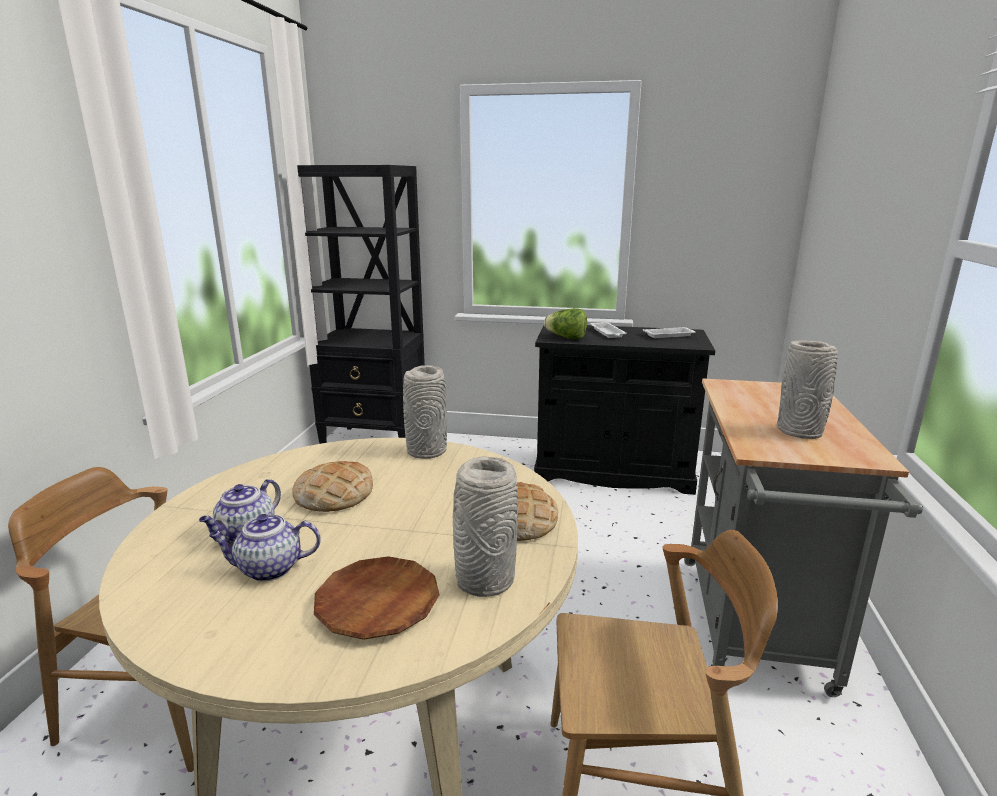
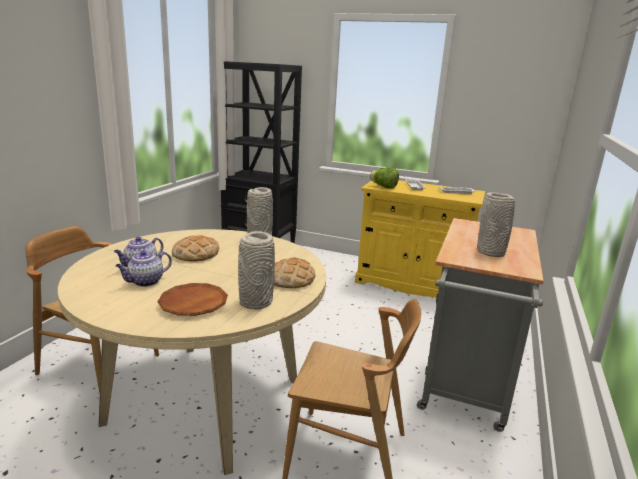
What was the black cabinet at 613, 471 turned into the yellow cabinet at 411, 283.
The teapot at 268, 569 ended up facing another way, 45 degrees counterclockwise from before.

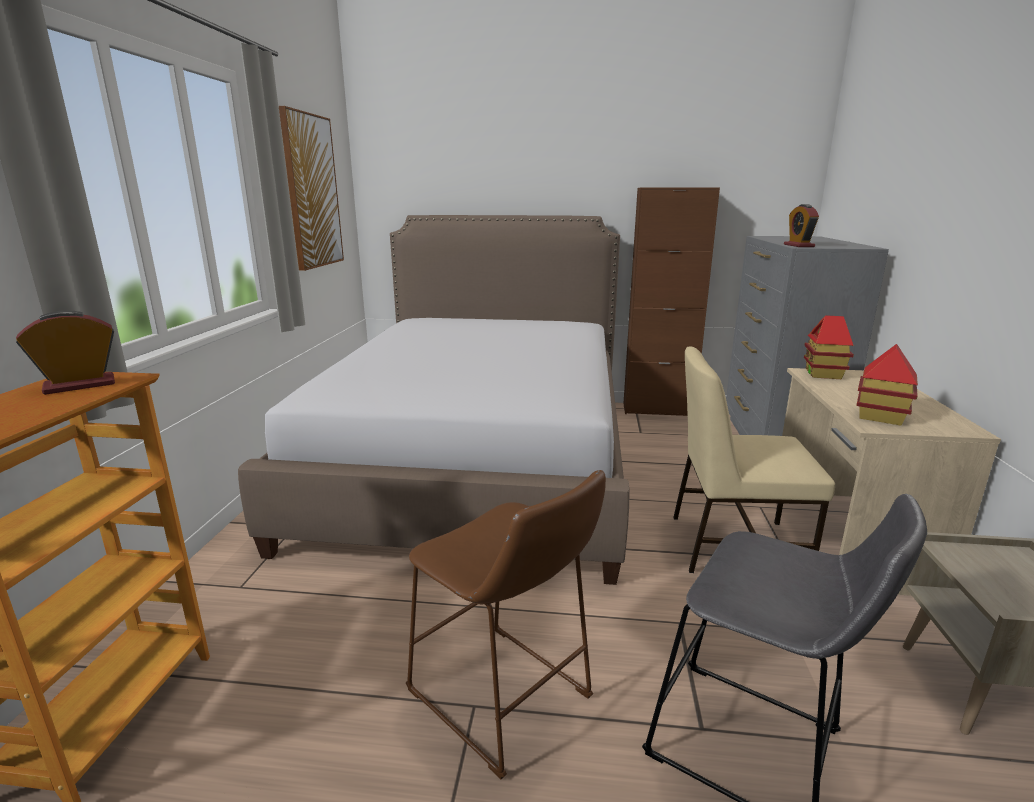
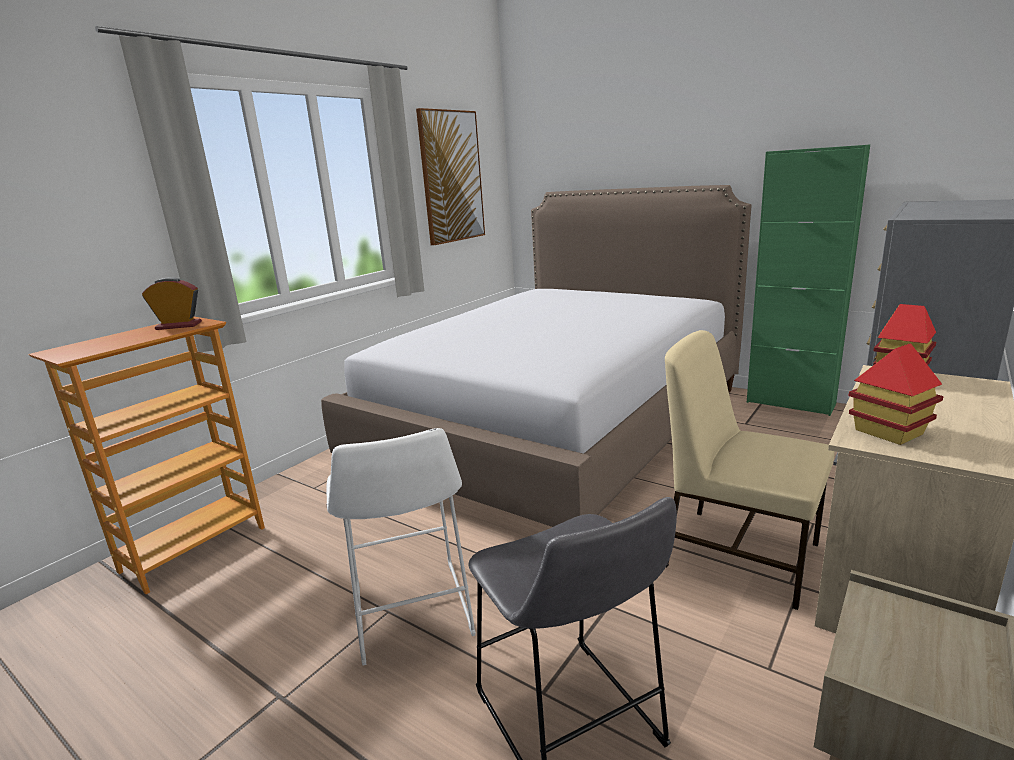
The second view lost the alarm clock at 798, 245.
What was the brown stool at 504, 700 turned into the white stool at 411, 615.
What was the brown cabinet at 658, 410 turned into the green cabinet at 790, 403.

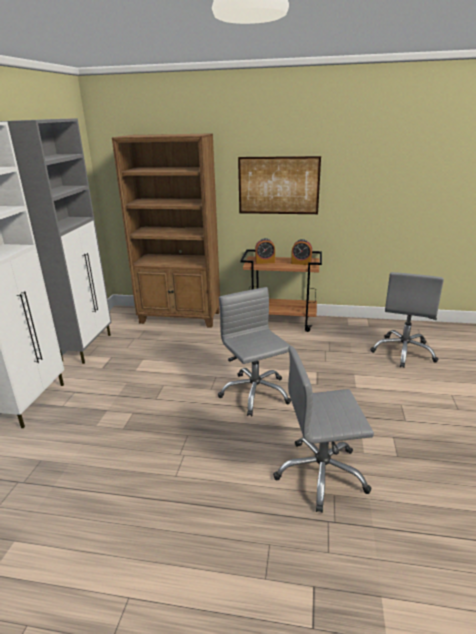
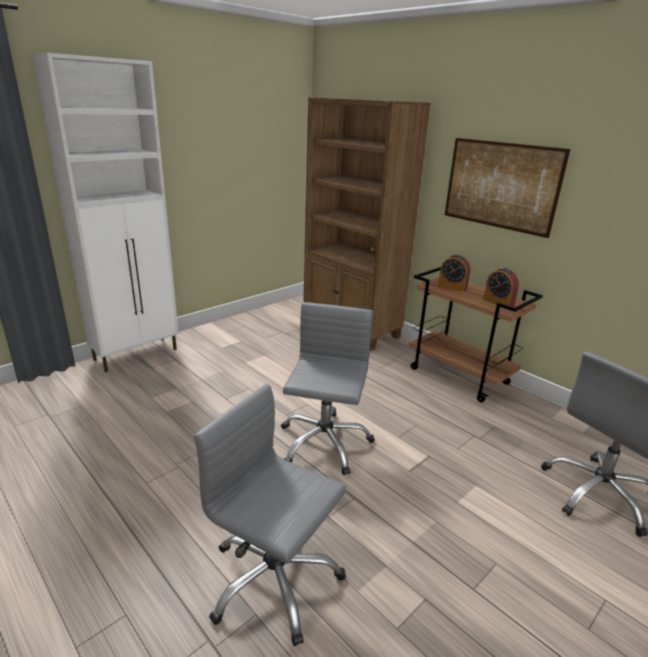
The second view lost the grey cabinet at 87, 347.

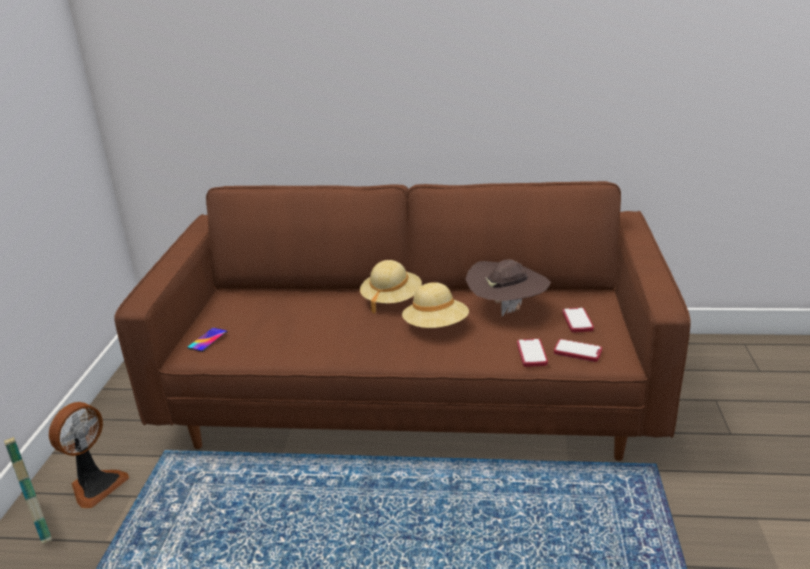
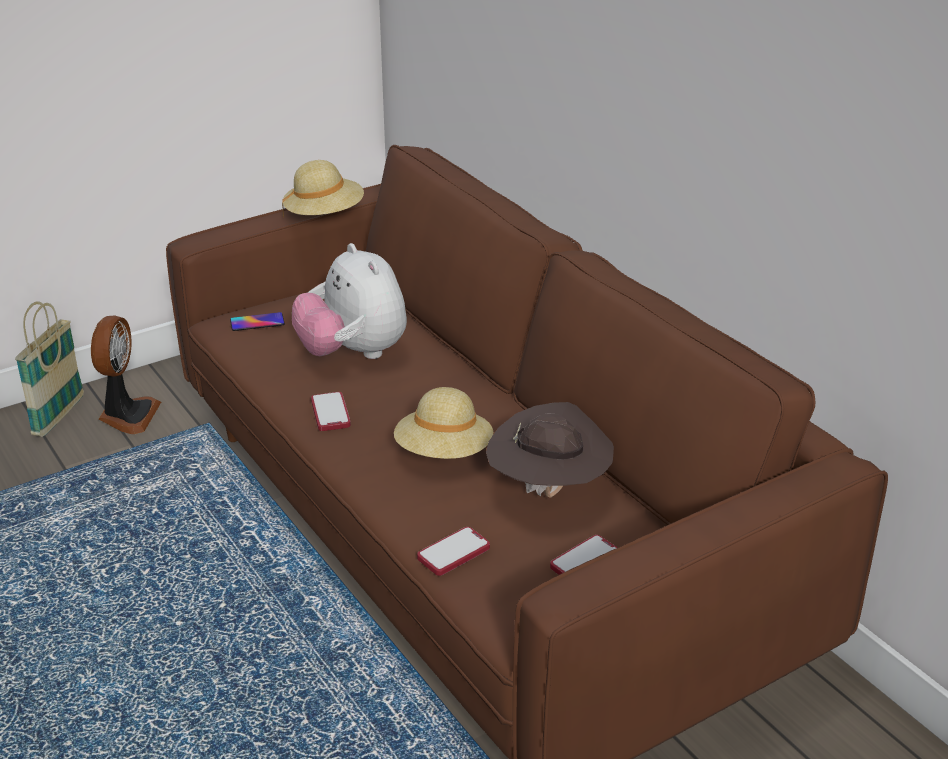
The second view gained the plush toy at 353, 353.
The beige hat ended up elsewhere, having gone from 391, 300 to 324, 215.
The phone ended up elsewhere, having gone from 577, 352 to 330, 413.
The fan at 95, 485 ended up facing another way, 75 degrees counterclockwise from before.

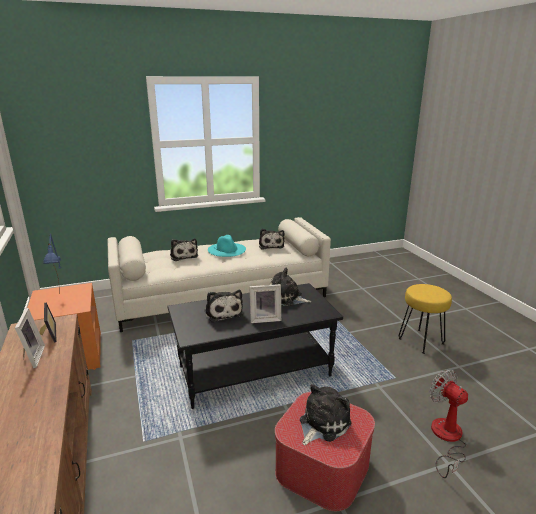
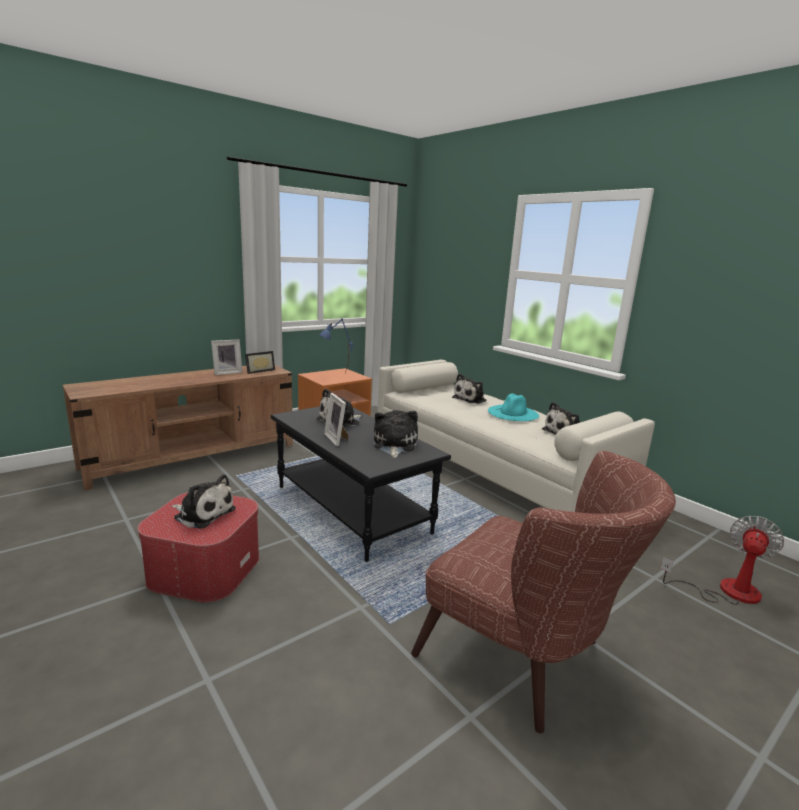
The fan ended up elsewhere, having gone from 446, 439 to 726, 591.
Where the yellow stool stood at 421, 341, the brown armchair came to stand at 525, 659.

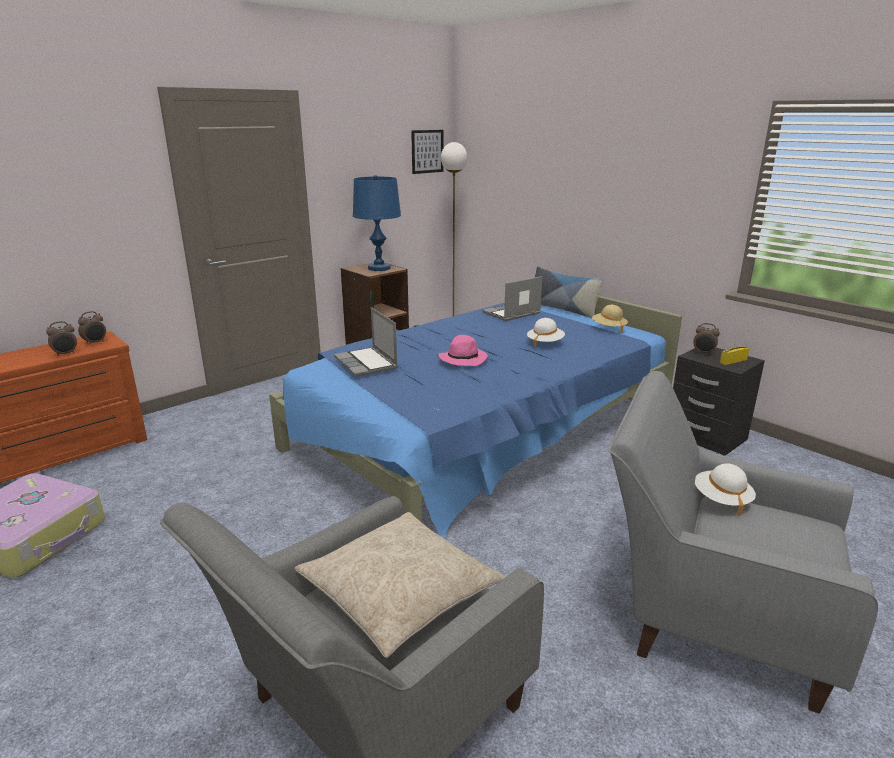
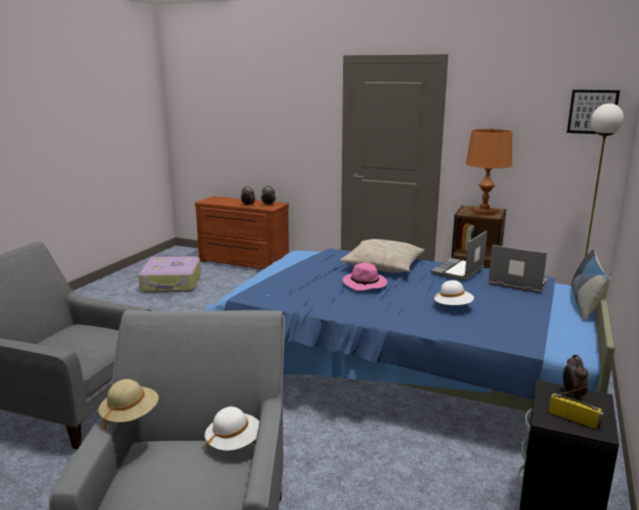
The beige pillow ended up elsewhere, having gone from 399, 592 to 383, 265.
The laptop ended up elsewhere, having gone from 367, 363 to 458, 271.
The beige hat ended up elsewhere, having gone from 608, 328 to 130, 416.
What was the blue table lamp at 379, 268 turned into the orange table lamp at 484, 212.

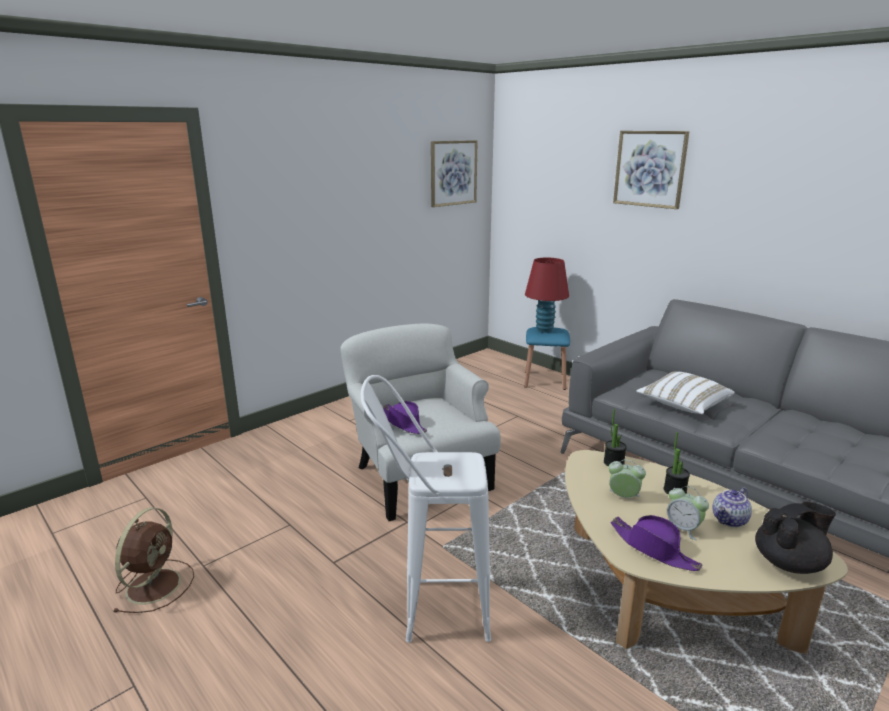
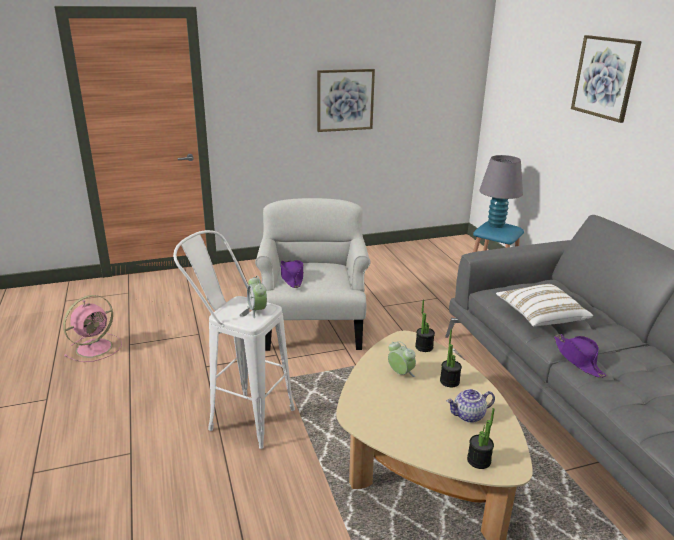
The picture ended up elsewhere, having gone from 453, 173 to 345, 100.
The purple hat ended up elsewhere, having gone from 654, 549 to 578, 359.
The alarm clock ended up elsewhere, having gone from 683, 529 to 257, 311.
Where the black teapot stood at 789, 563, the potted plant came to stand at 478, 460.
What was the brown fan at 155, 584 turned into the pink fan at 96, 347.
What was the red table lamp at 544, 330 turned into the grey table lamp at 496, 225.

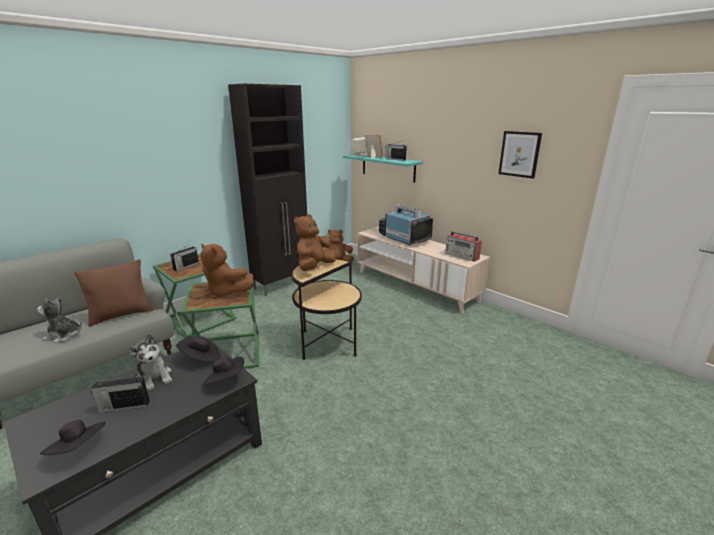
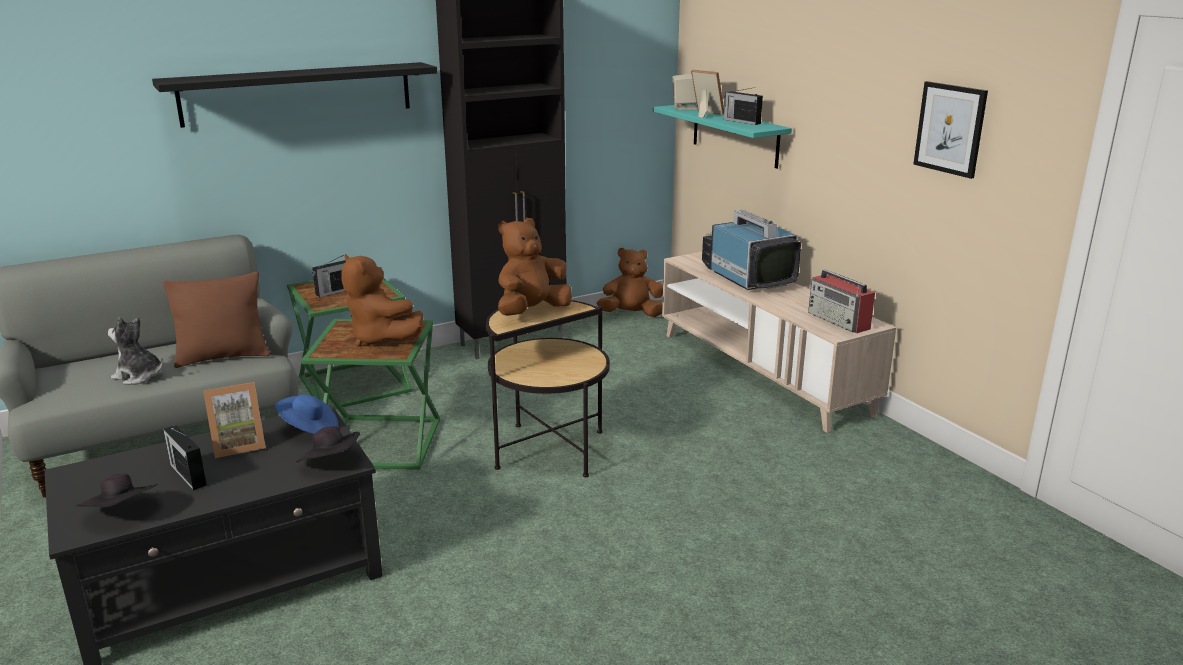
The second view gained the black shelf at 298, 93.
Where the plush toy stood at 154, 377, the picture frame came to stand at 238, 445.
What was the black hat at 201, 358 turned into the blue hat at 309, 429.
The radio at 123, 406 ended up facing another way, 45 degrees clockwise from before.

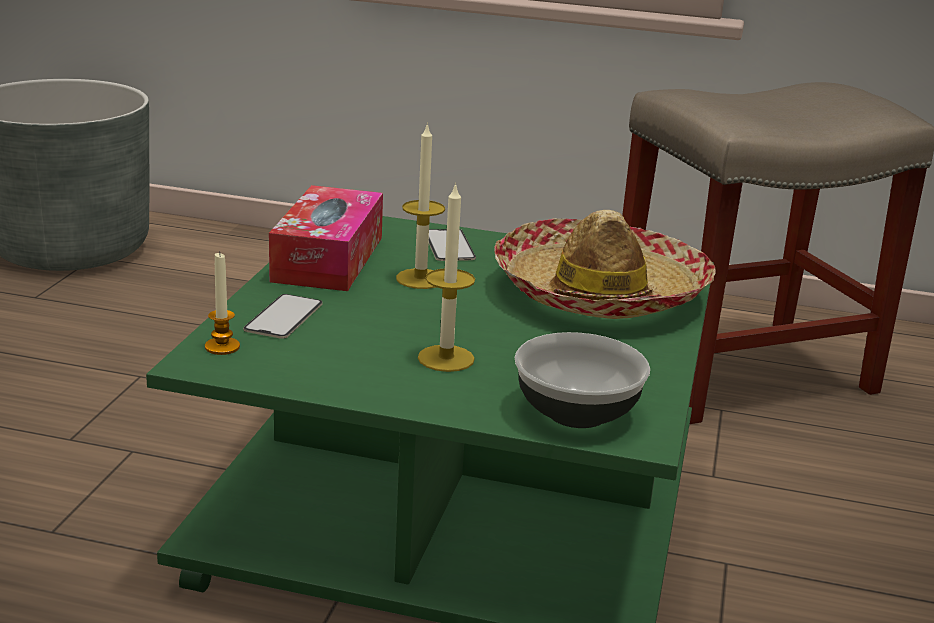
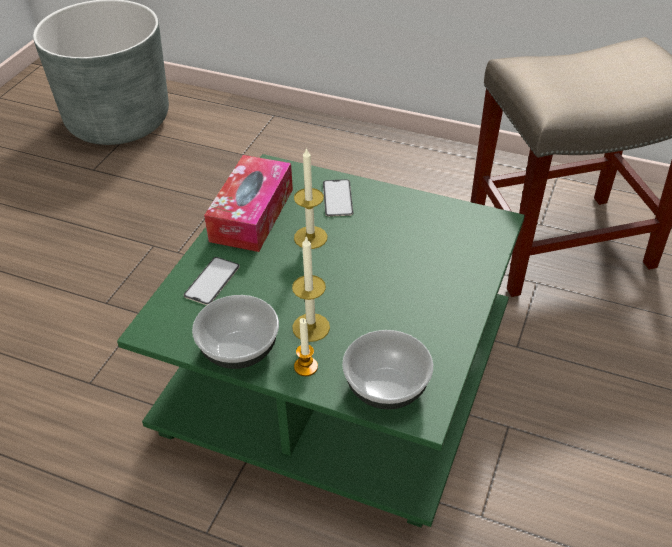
The second view lost the hat at 600, 292.
The second view gained the bowl at 240, 350.
The candle ended up elsewhere, having gone from 222, 347 to 306, 367.

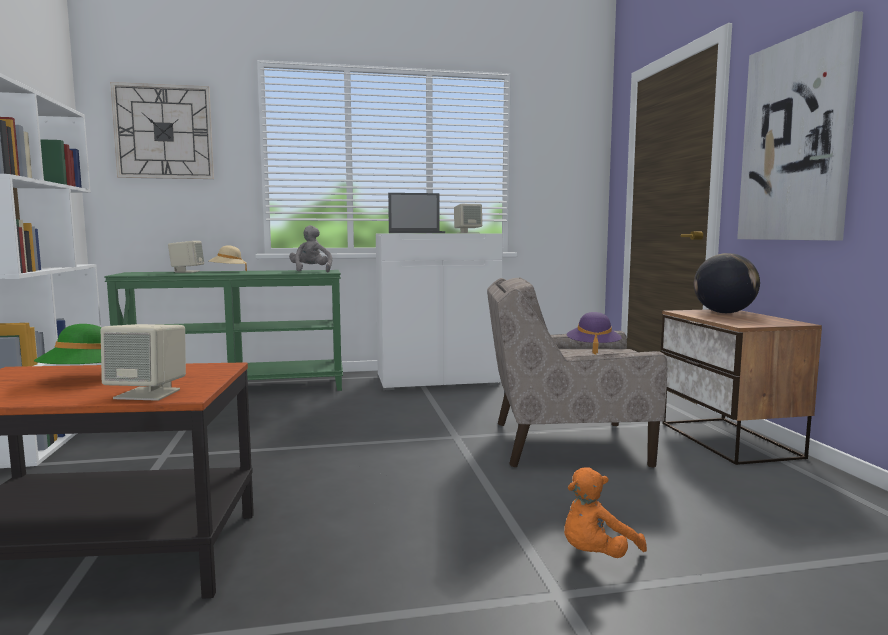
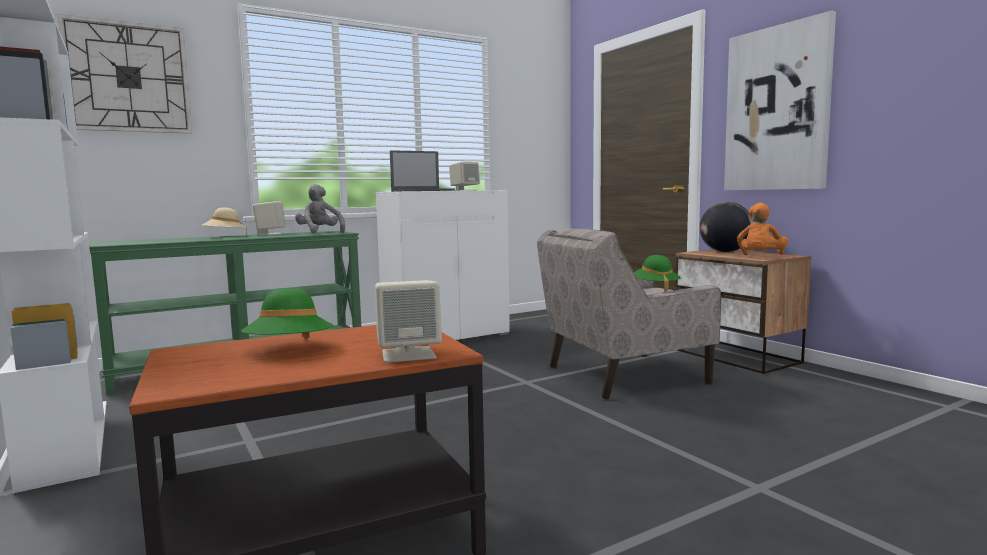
The beige speaker ended up elsewhere, having gone from 187, 271 to 269, 234.
The orange plush toy ended up elsewhere, having gone from 596, 555 to 760, 258.
What was the purple hat at 593, 349 turned into the green hat at 655, 287.

